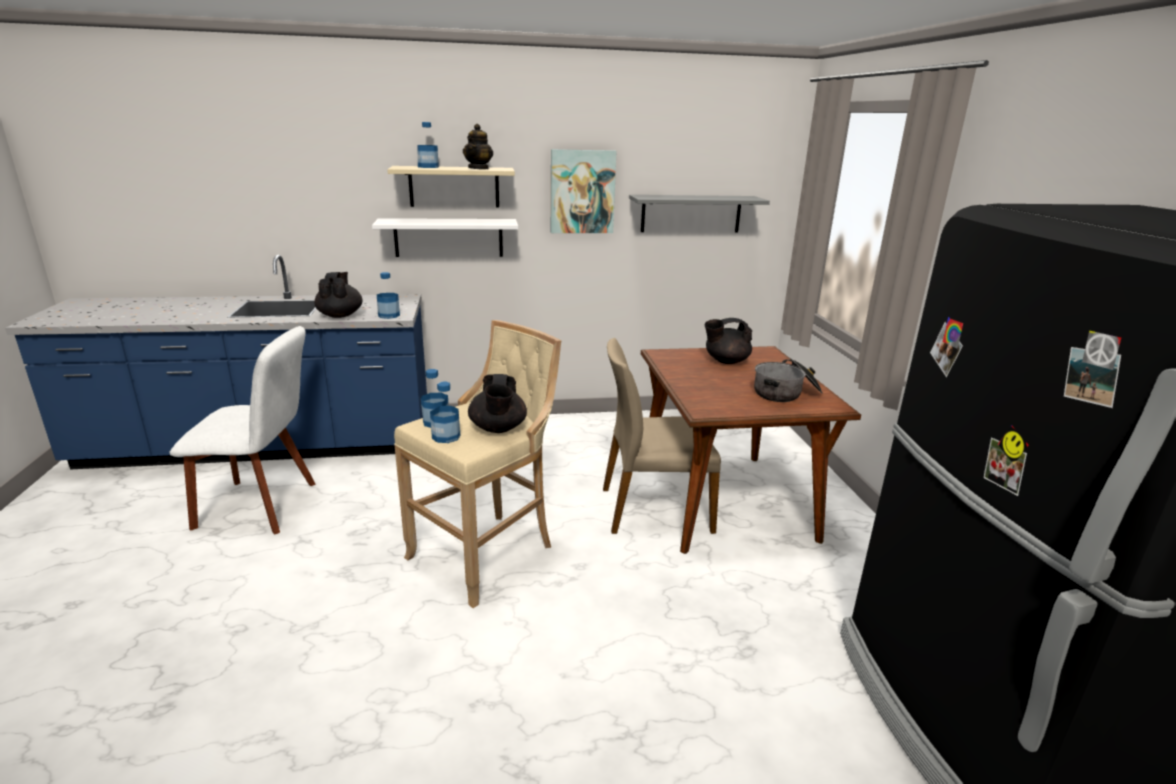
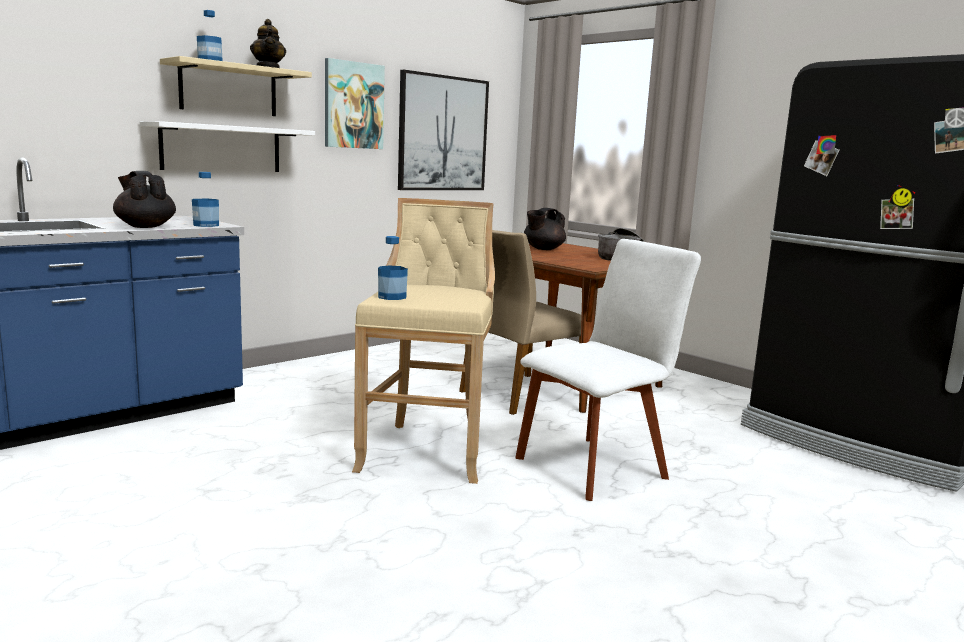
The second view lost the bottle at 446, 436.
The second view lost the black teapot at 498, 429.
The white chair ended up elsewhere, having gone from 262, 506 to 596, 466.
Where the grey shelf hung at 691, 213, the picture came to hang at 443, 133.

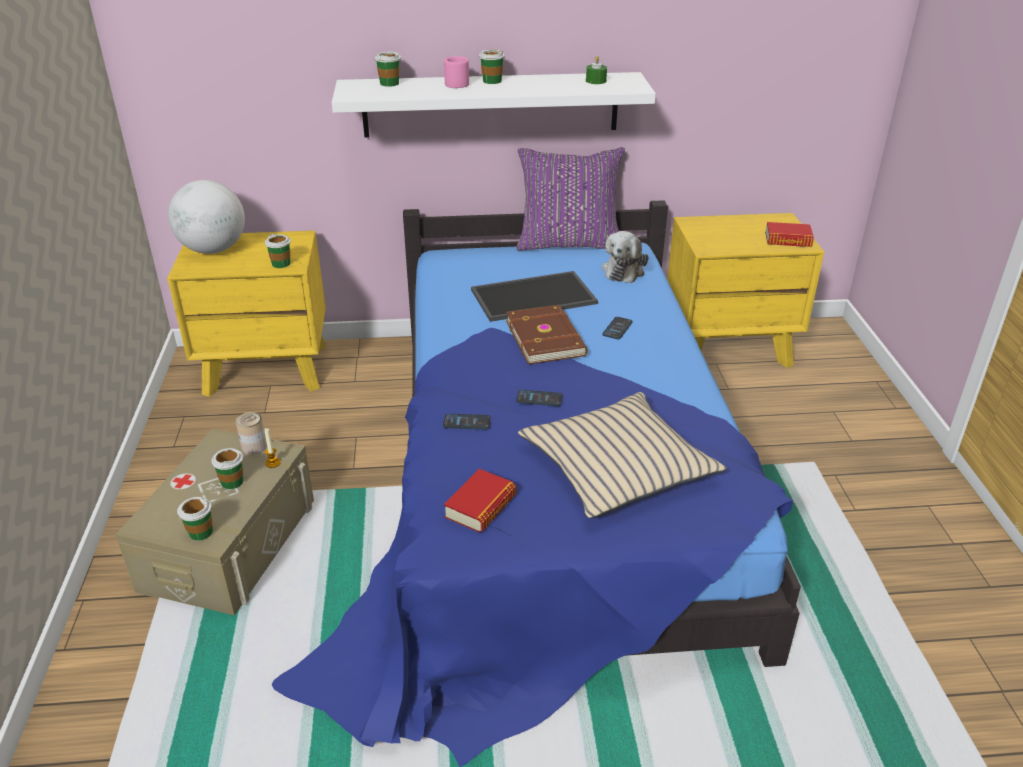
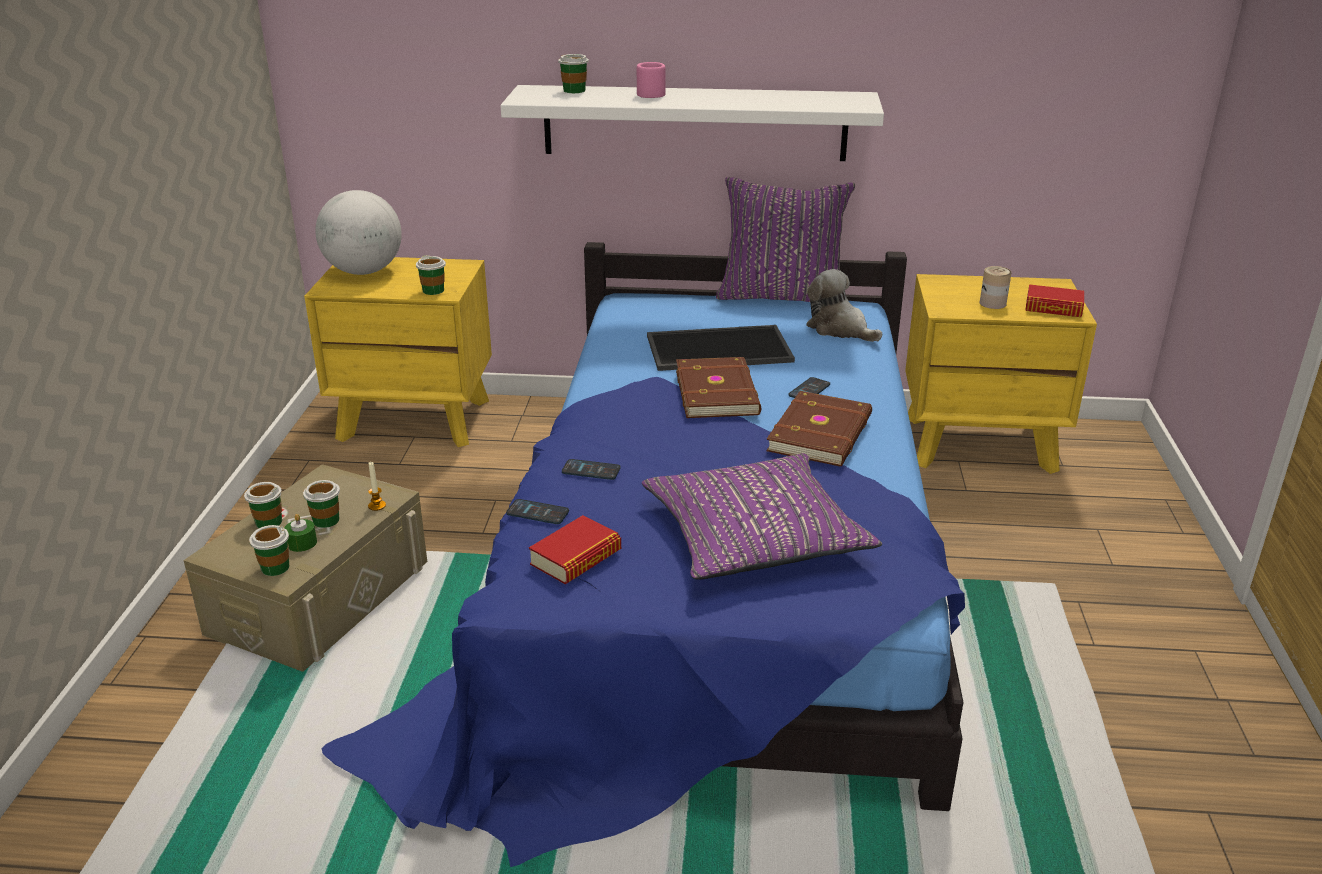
The second view gained the brown book at 822, 433.
The can ended up elsewhere, having gone from 254, 446 to 992, 303.
The cup ended up elsewhere, having gone from 492, 81 to 268, 522.
The phone ended up elsewhere, having gone from 539, 399 to 537, 513.
The green candle ended up elsewhere, having gone from 596, 81 to 302, 543.
What was the beige pillow at 616, 467 turned into the purple pillow at 754, 535.
The plush toy at 624, 270 ended up facing another way, 105 degrees clockwise from before.

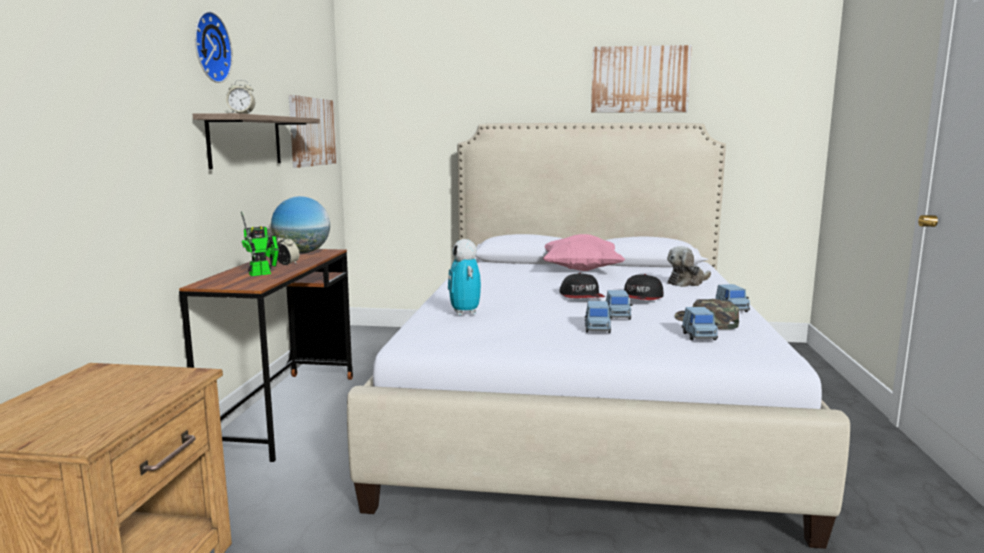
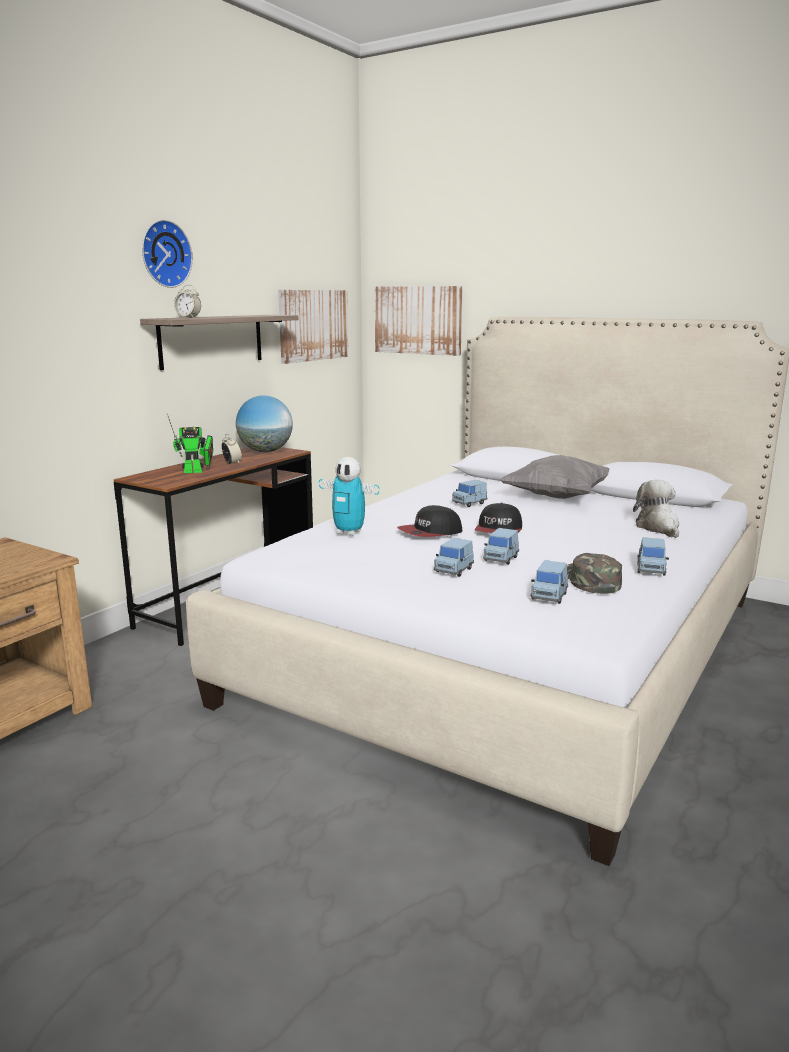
The second view gained the blue toy car at 469, 503.
The picture ended up elsewhere, having gone from 640, 79 to 418, 320.
The cap ended up elsewhere, having gone from 640, 298 to 430, 532.
What was the pink pillow at 581, 270 turned into the grey pillow at 557, 497.
The toy robot at 465, 312 ended up facing another way, 75 degrees counterclockwise from before.
The plush toy at 687, 282 ended up facing another way, 90 degrees clockwise from before.

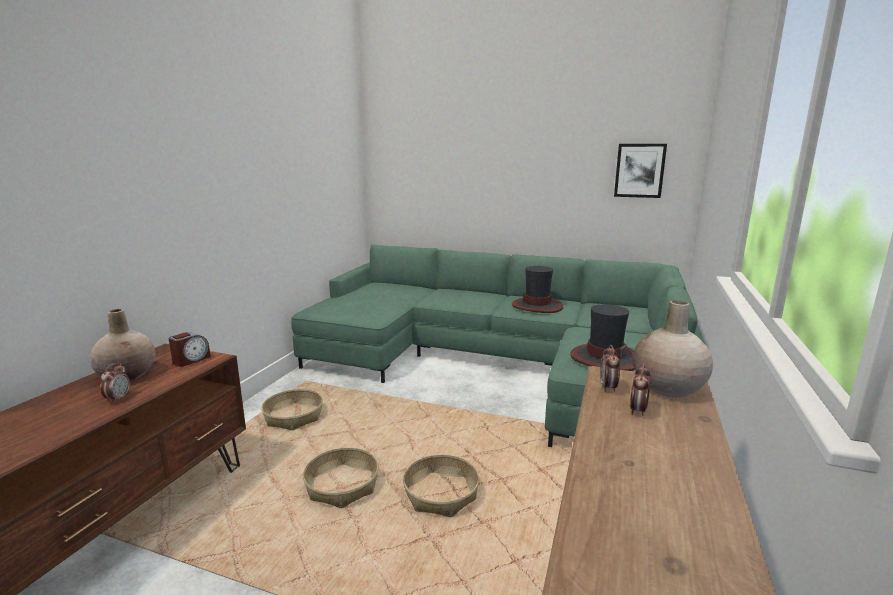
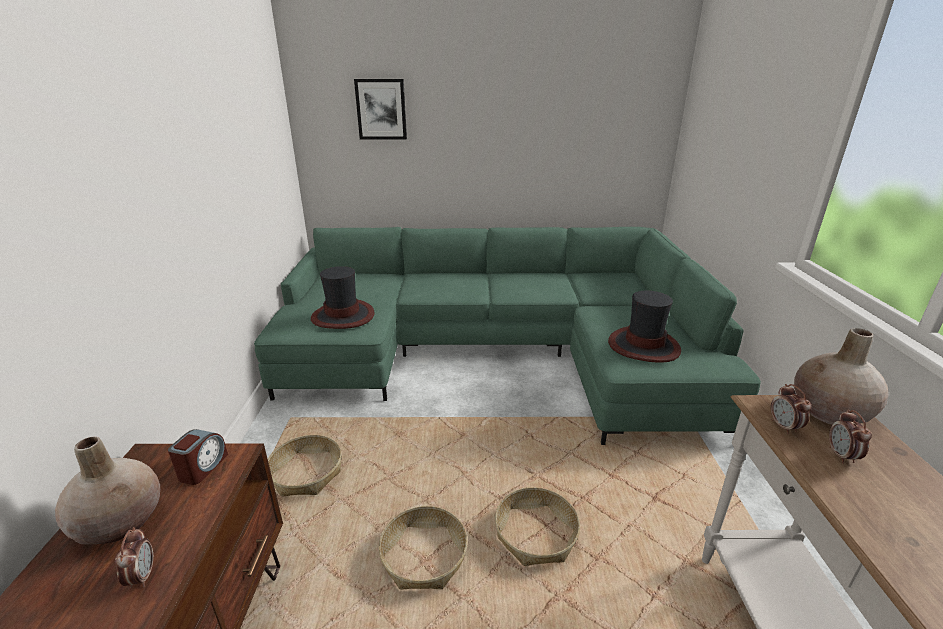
The hat ended up elsewhere, having gone from 537, 306 to 343, 316.
The picture ended up elsewhere, having gone from 639, 170 to 381, 109.

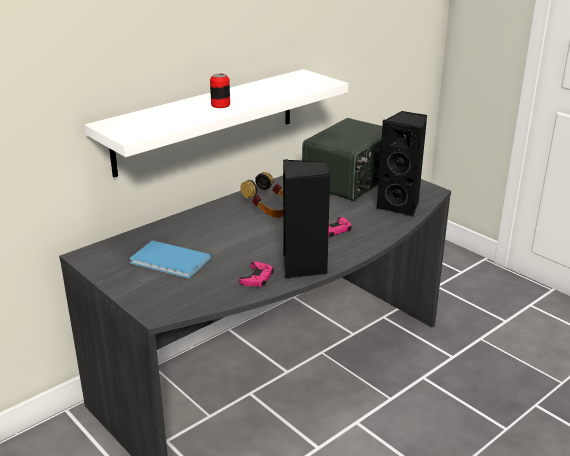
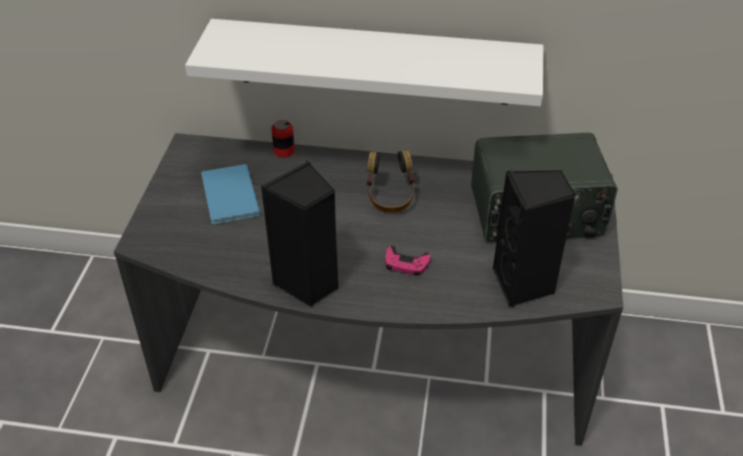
The second view lost the pink game controller at 257, 277.
The can ended up elsewhere, having gone from 220, 105 to 284, 151.

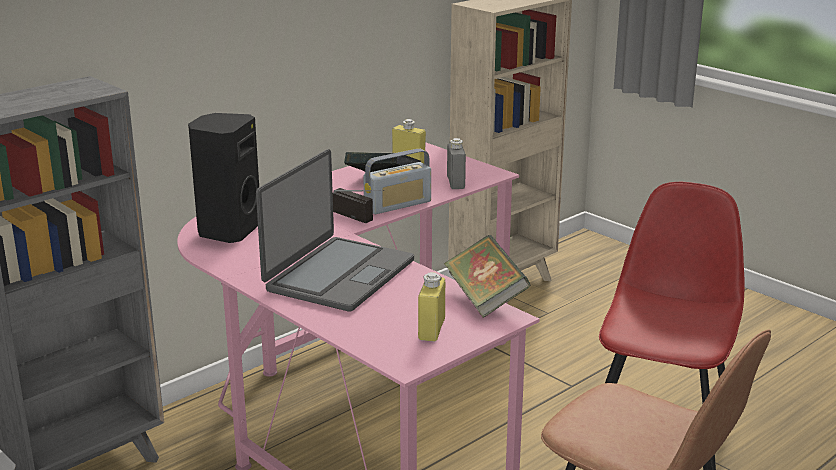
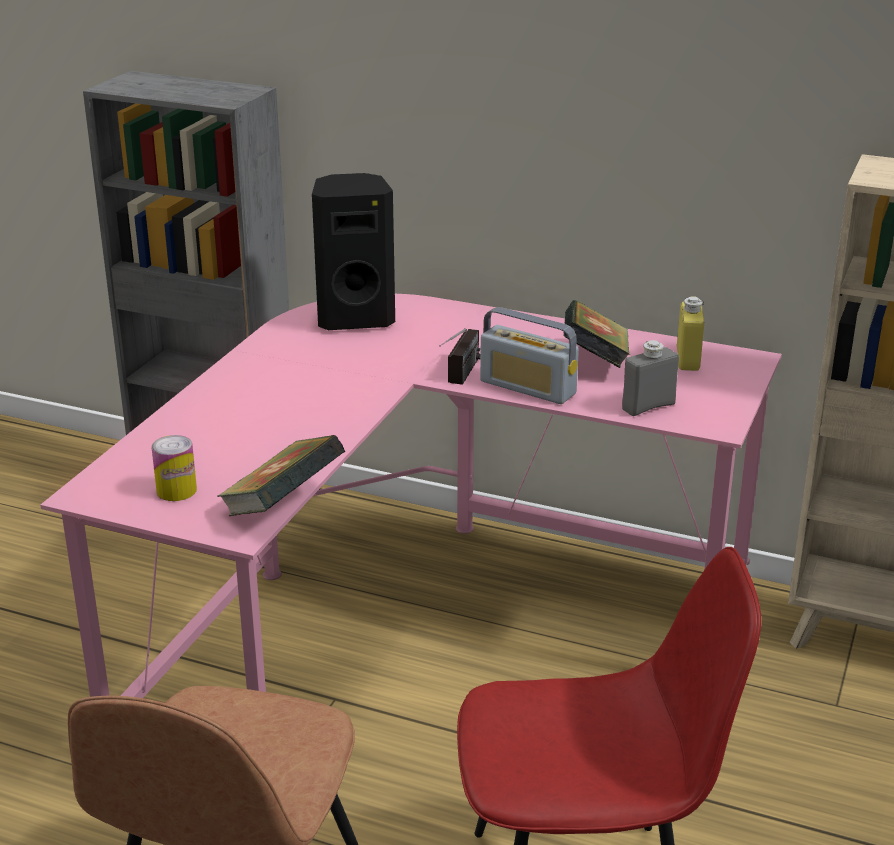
The second view lost the laptop at 338, 275.
Where the yellow bottle stood at 431, 330, the can came to stand at 176, 490.

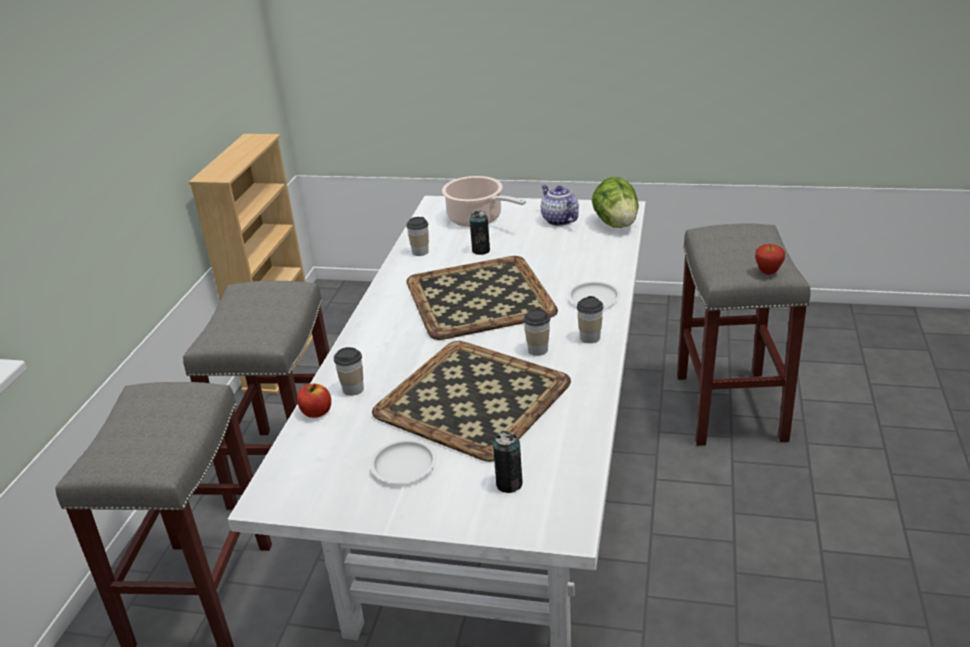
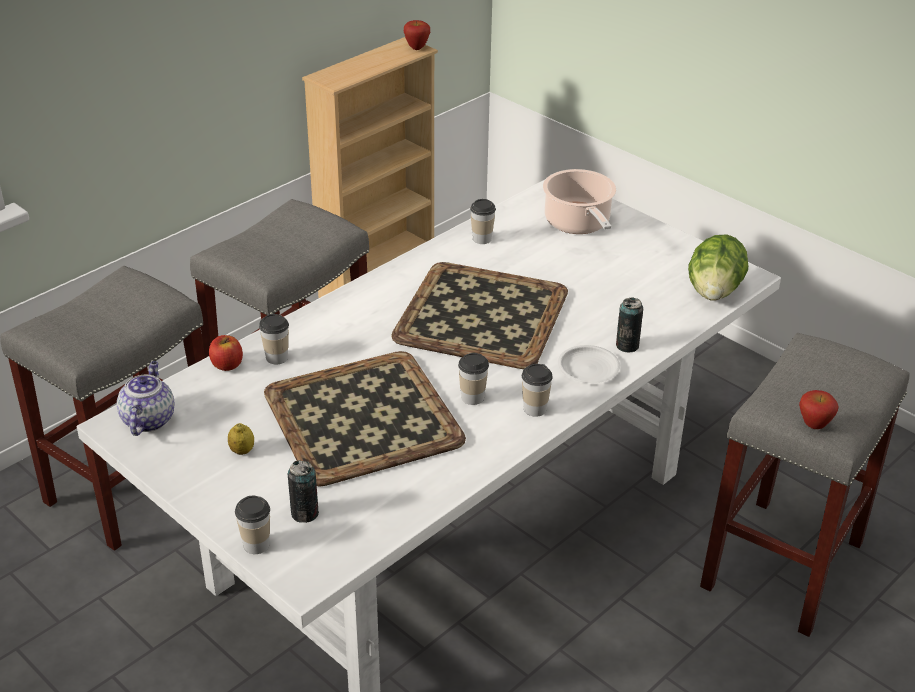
The second view gained the cup at 256, 544.
The second view gained the apple at 417, 48.
The can ended up elsewhere, having gone from 481, 250 to 627, 345.
The teapot ended up elsewhere, having gone from 559, 220 to 148, 419.
Where the white plate stood at 403, 466, the lemon came to stand at 242, 451.

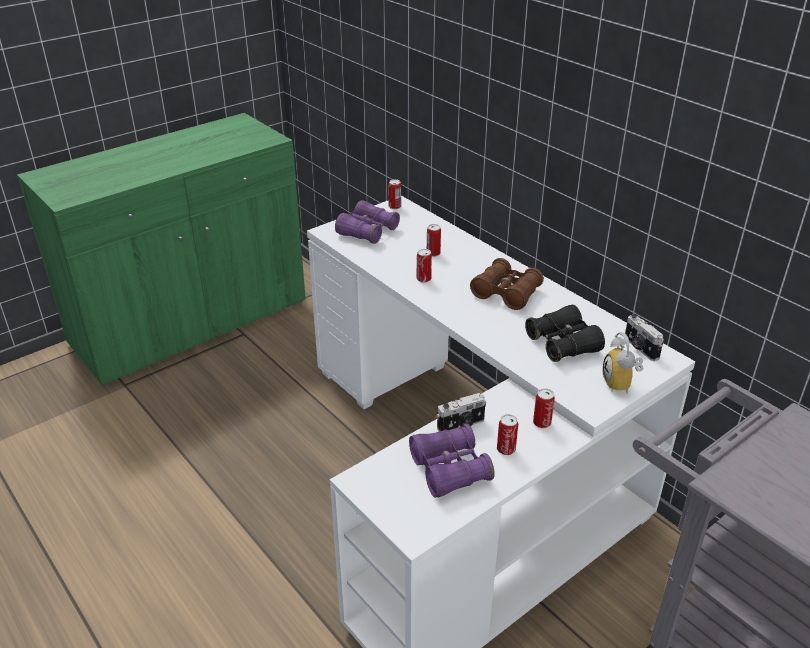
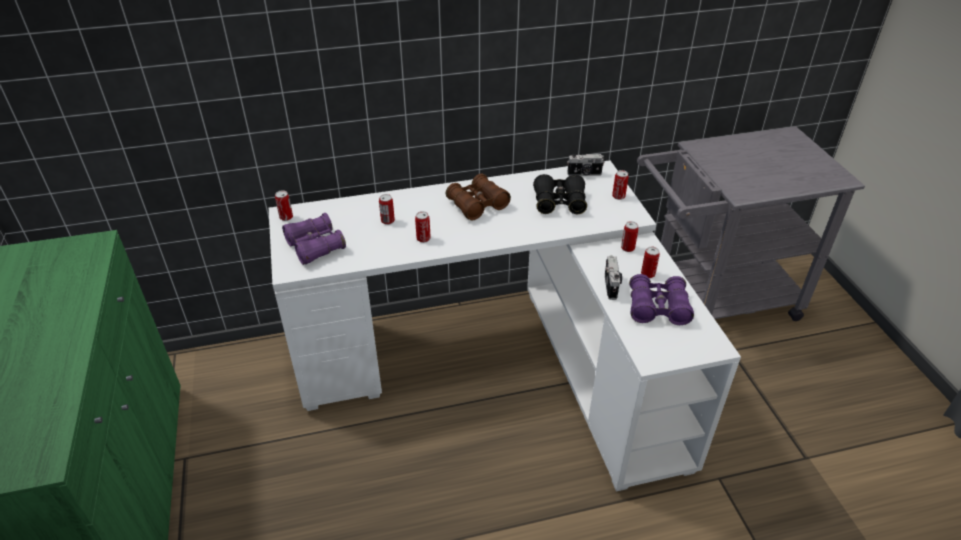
Where the alarm clock stood at 621, 384, the can came to stand at 618, 196.

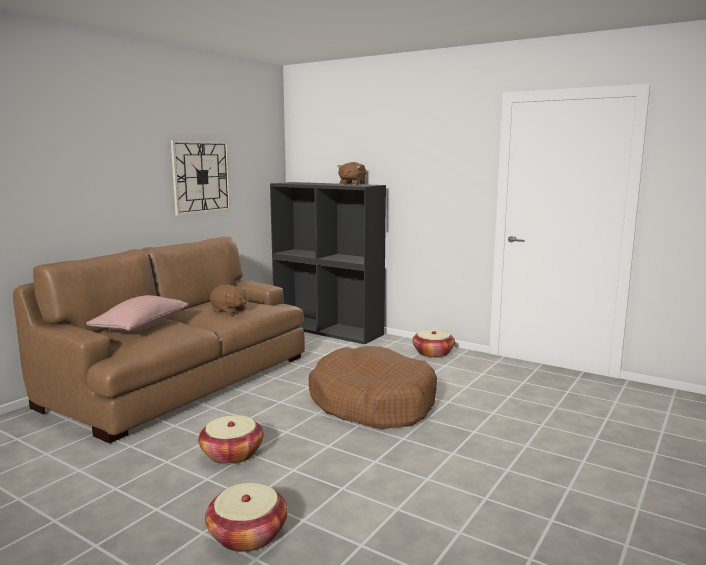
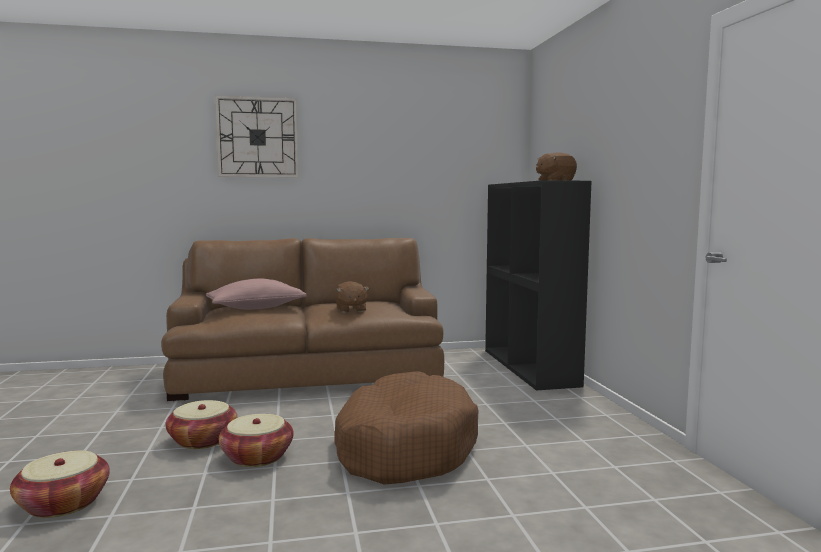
The wall clock ended up elsewhere, having gone from 201, 177 to 257, 137.
The basket ended up elsewhere, having gone from 433, 353 to 257, 457.

